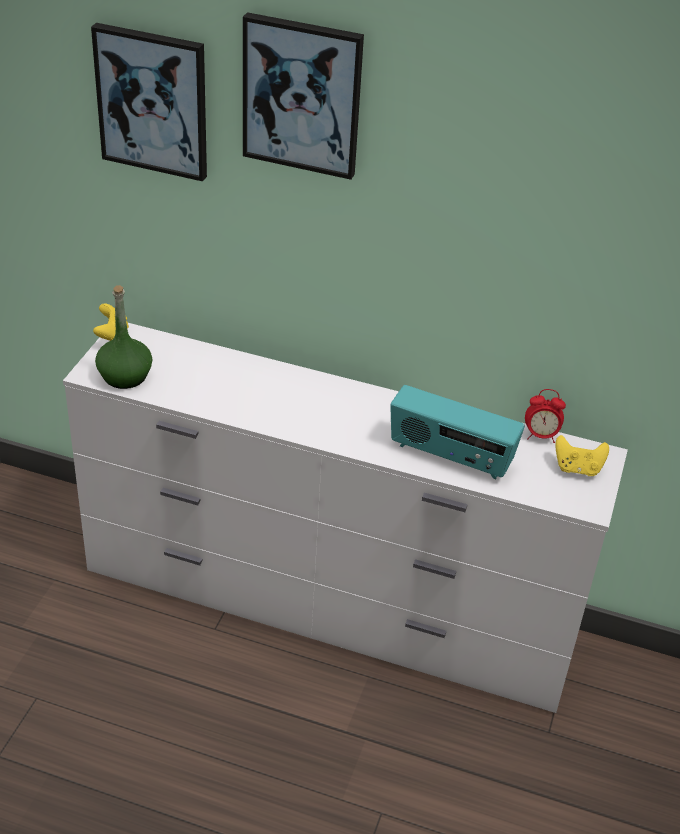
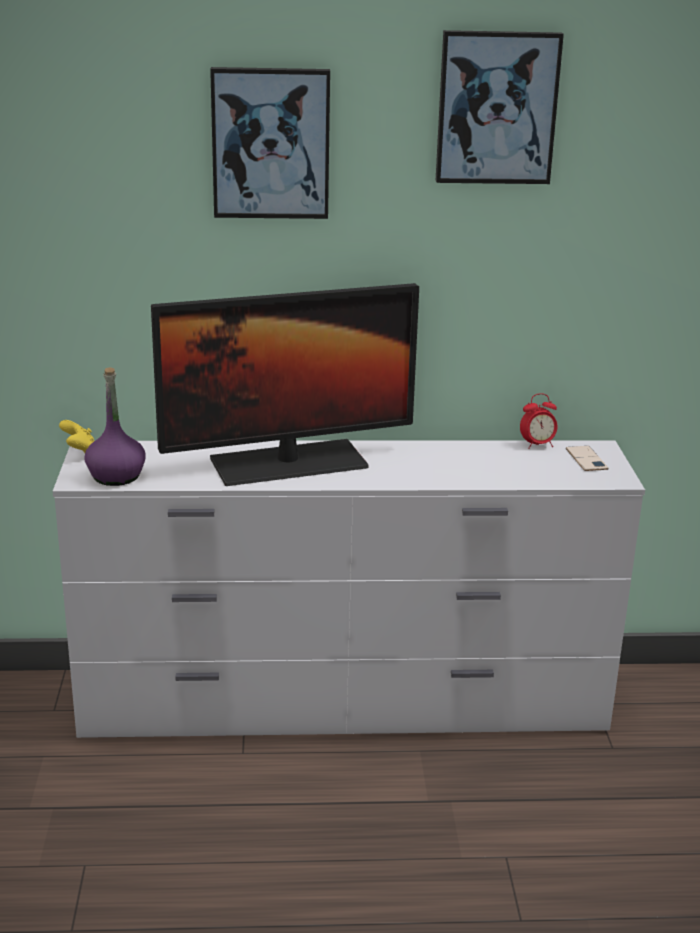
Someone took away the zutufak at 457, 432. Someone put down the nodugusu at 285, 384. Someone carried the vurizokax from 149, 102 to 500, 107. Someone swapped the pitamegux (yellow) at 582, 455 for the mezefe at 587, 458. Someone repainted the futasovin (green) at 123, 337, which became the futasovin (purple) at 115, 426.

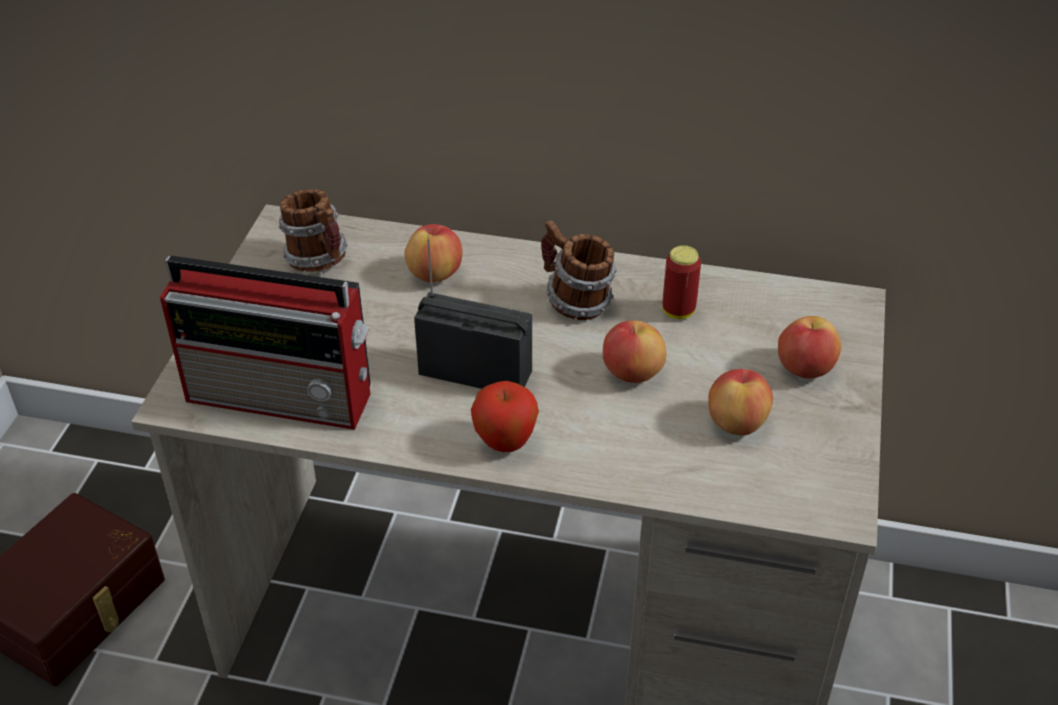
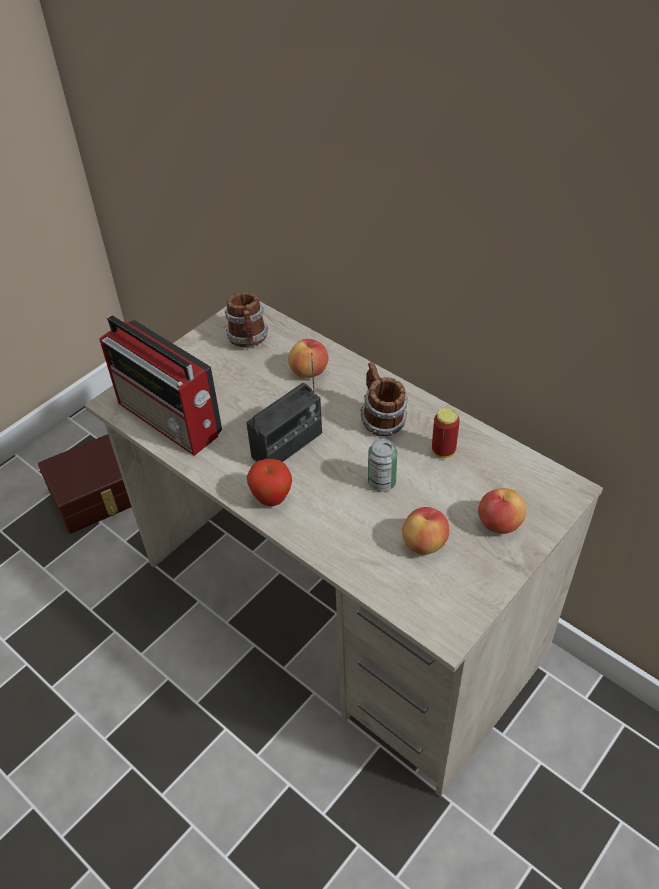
Someone swapped the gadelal at 634, 352 for the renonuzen at 382, 465. Someone rotated the zutufak at 473, 308 by 90 degrees clockwise.

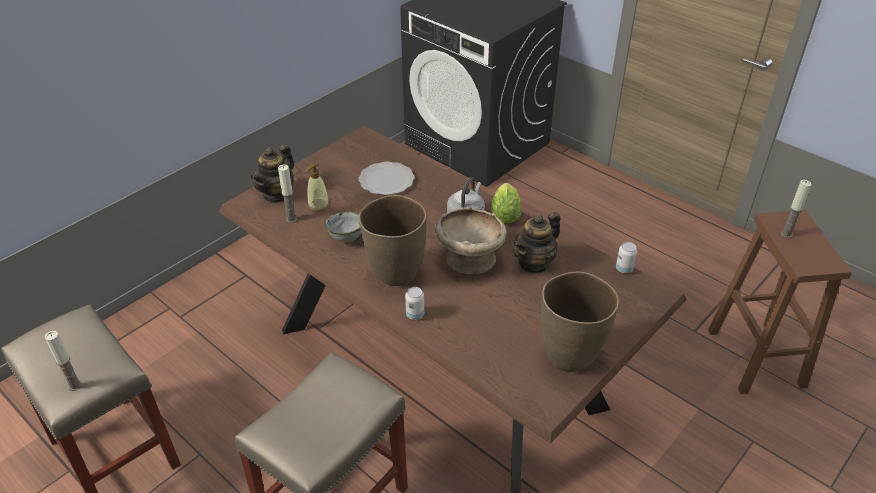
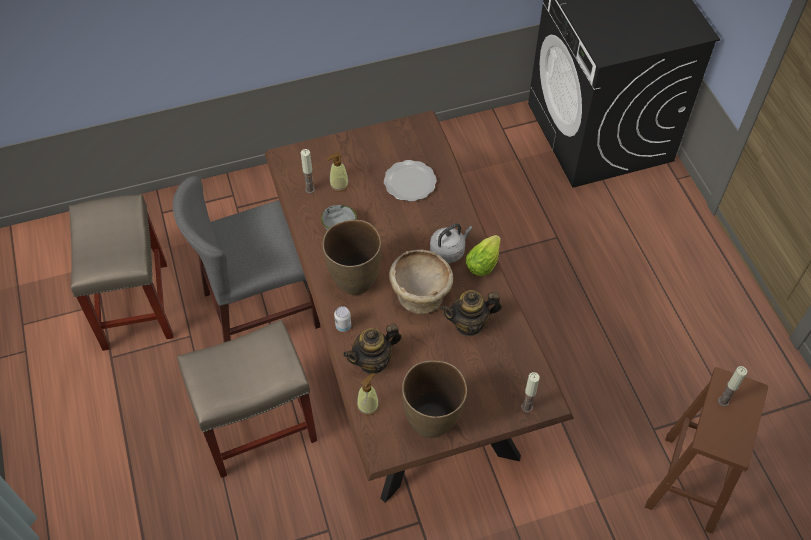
Someone took away the renonuzen at 626, 257. Someone put down the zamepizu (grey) at 246, 259. Someone put down the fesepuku at 368, 394. Someone carried the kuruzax from 63, 361 to 530, 392. Someone carried the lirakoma from 272, 173 to 372, 349.

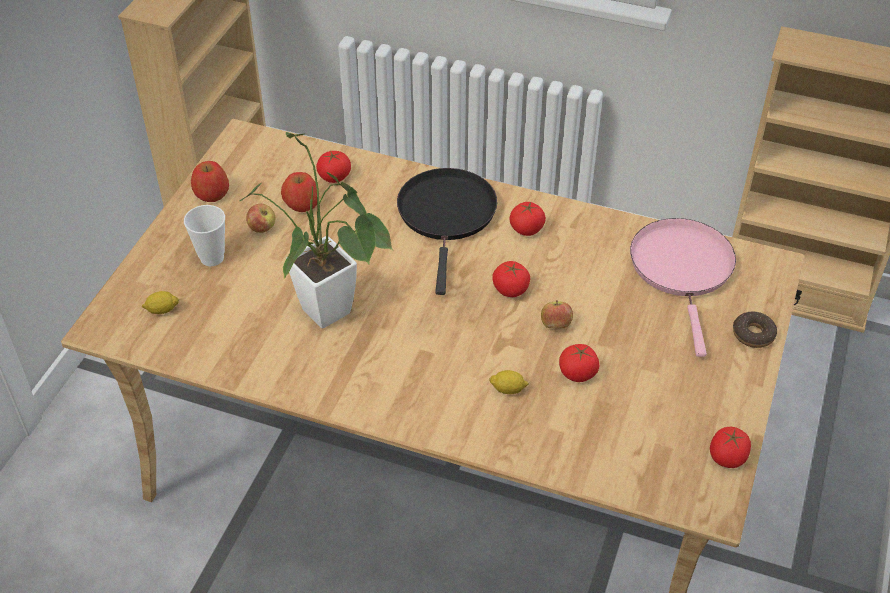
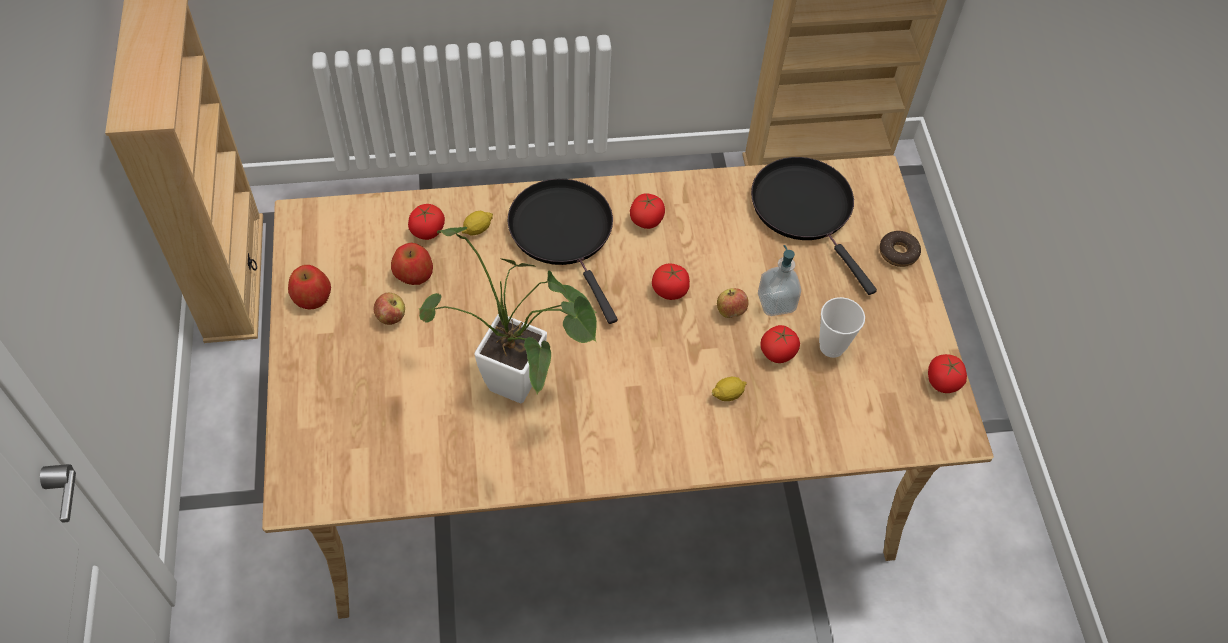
Someone put down the fesepuku at 779, 280. Someone carried the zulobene from 160, 302 to 477, 223. Someone carried the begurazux from 204, 235 to 842, 327. Someone repainted the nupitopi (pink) at 683, 287, which became the nupitopi (black) at 814, 226.

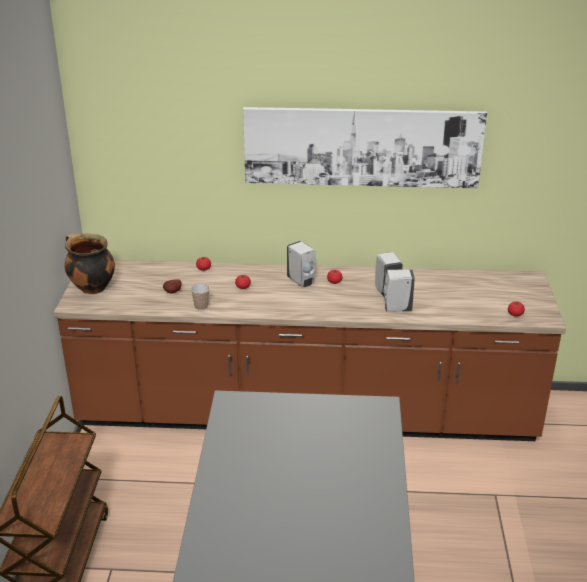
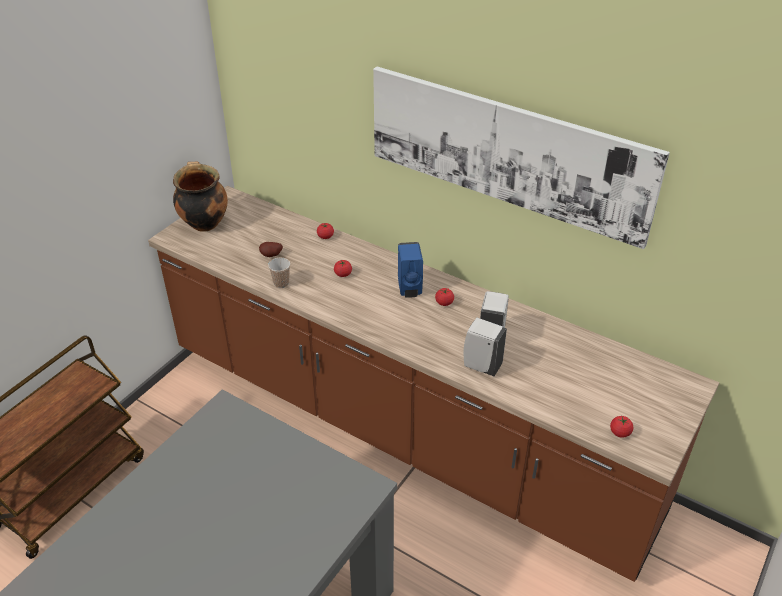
Someone repainted the fesepuku (white) at 301, 264, which became the fesepuku (blue) at 410, 270.

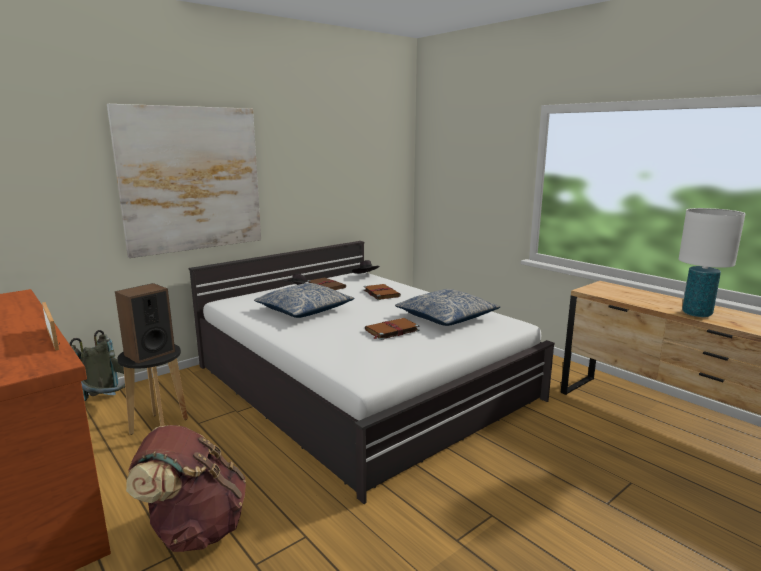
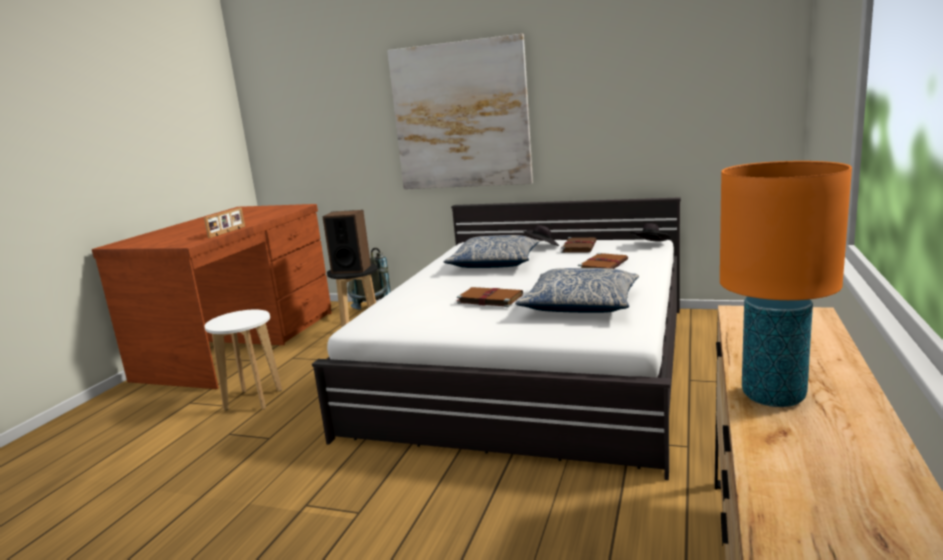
Someone swapped the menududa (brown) at 186, 488 for the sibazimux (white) at 243, 360. Someone repainted the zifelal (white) at 712, 262, which became the zifelal (orange) at 786, 284.

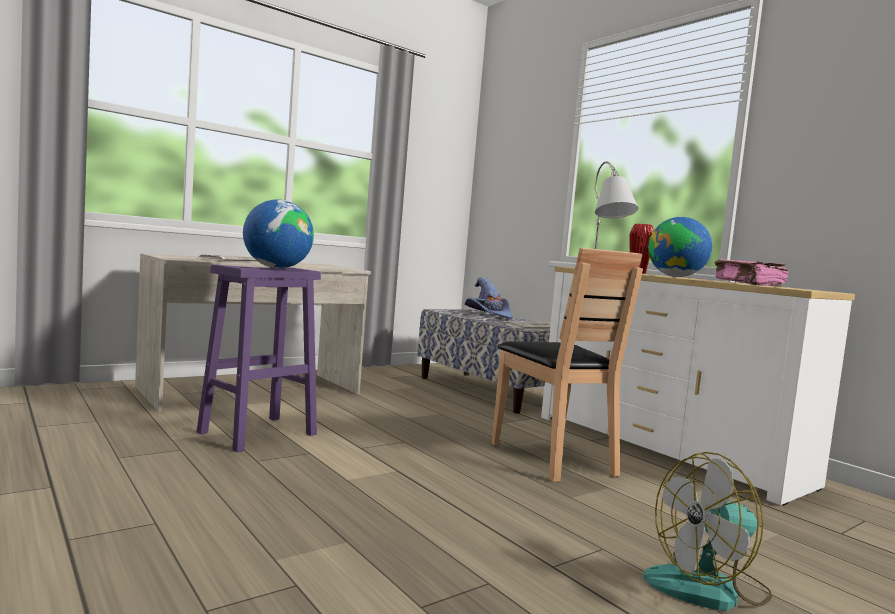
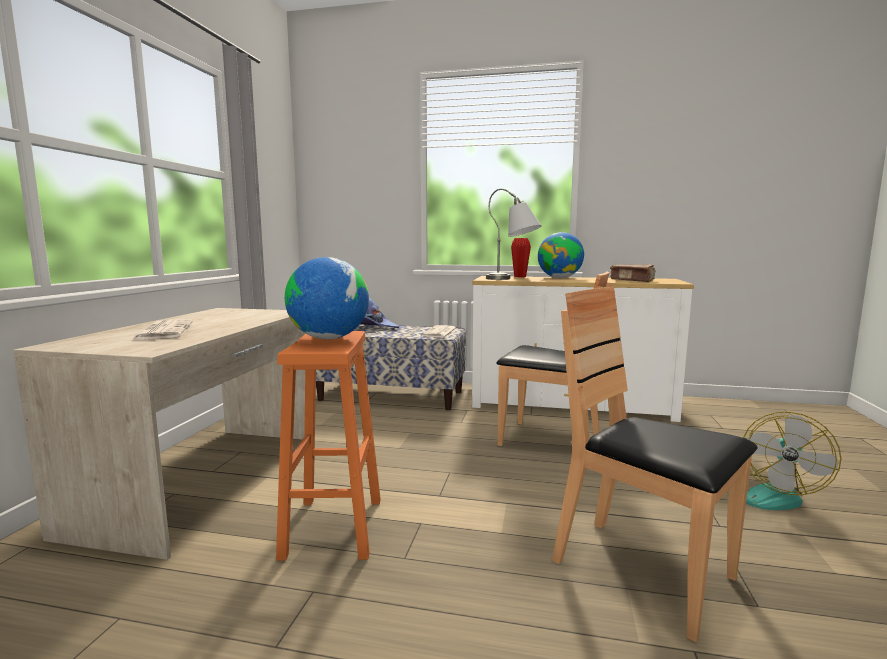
Someone put down the zamepizu (brown) at 654, 464. Someone repainted the sibazimux (purple) at 258, 358, which became the sibazimux (orange) at 328, 446. Someone repainted the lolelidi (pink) at 751, 273, which became the lolelidi (brown) at 633, 273.

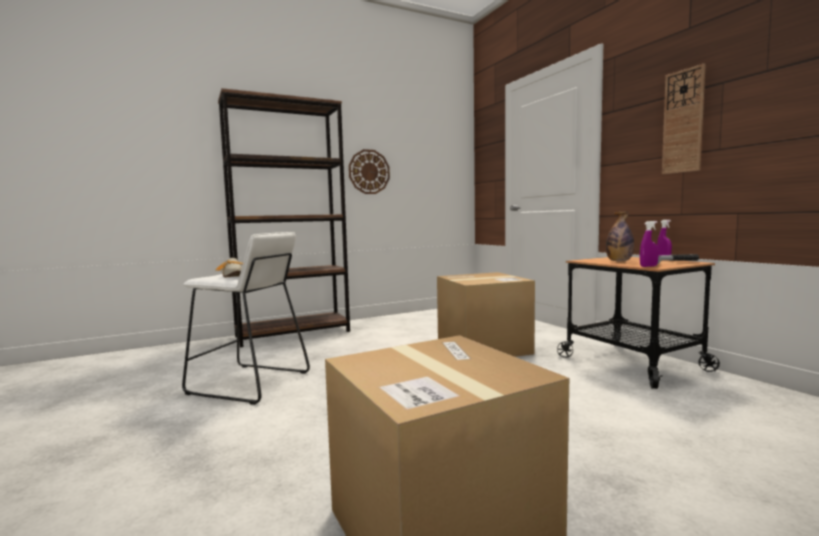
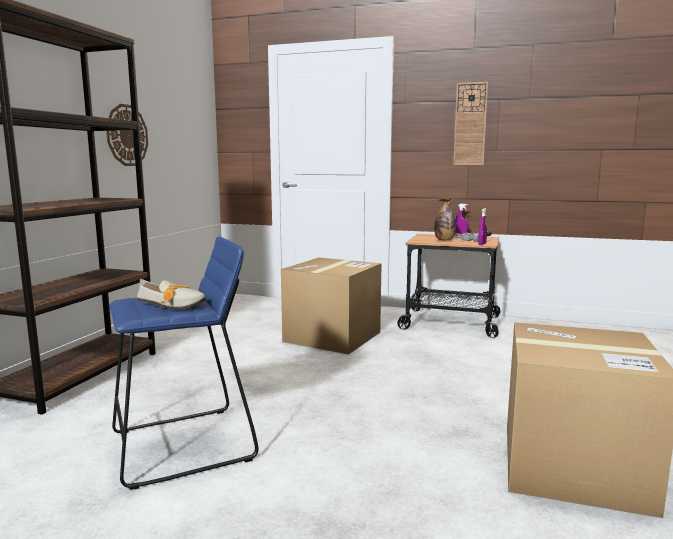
Someone repainted the sibazimux (white) at 246, 318, which became the sibazimux (blue) at 184, 363.

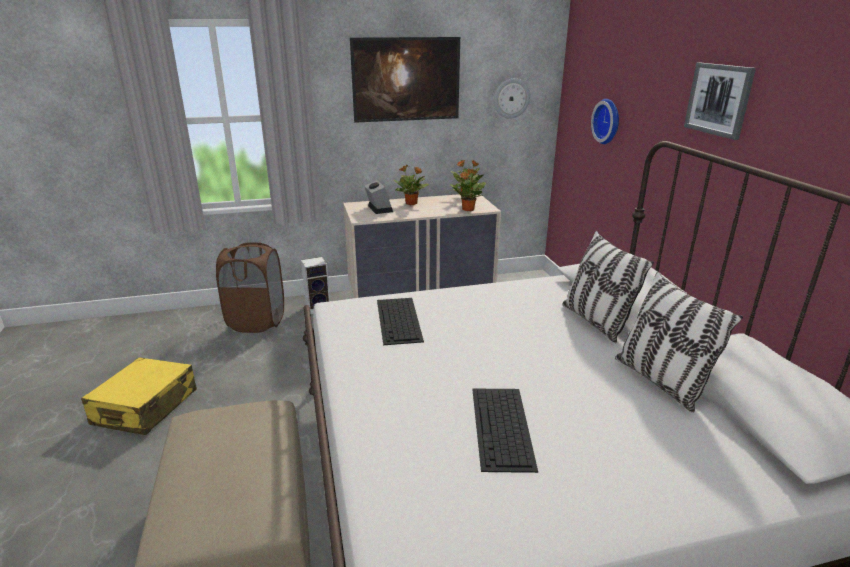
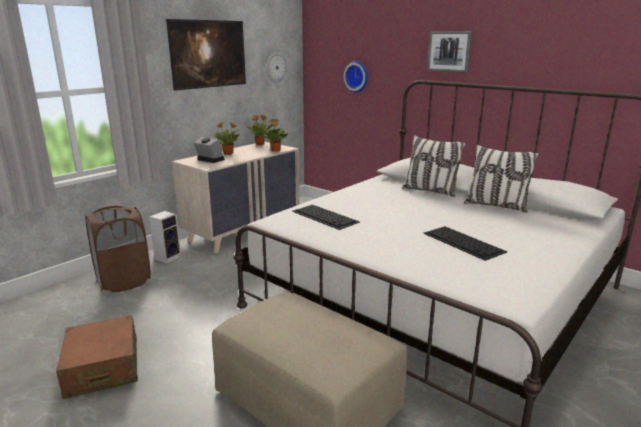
Someone repainted the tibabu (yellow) at 139, 396, which became the tibabu (brown) at 97, 357.

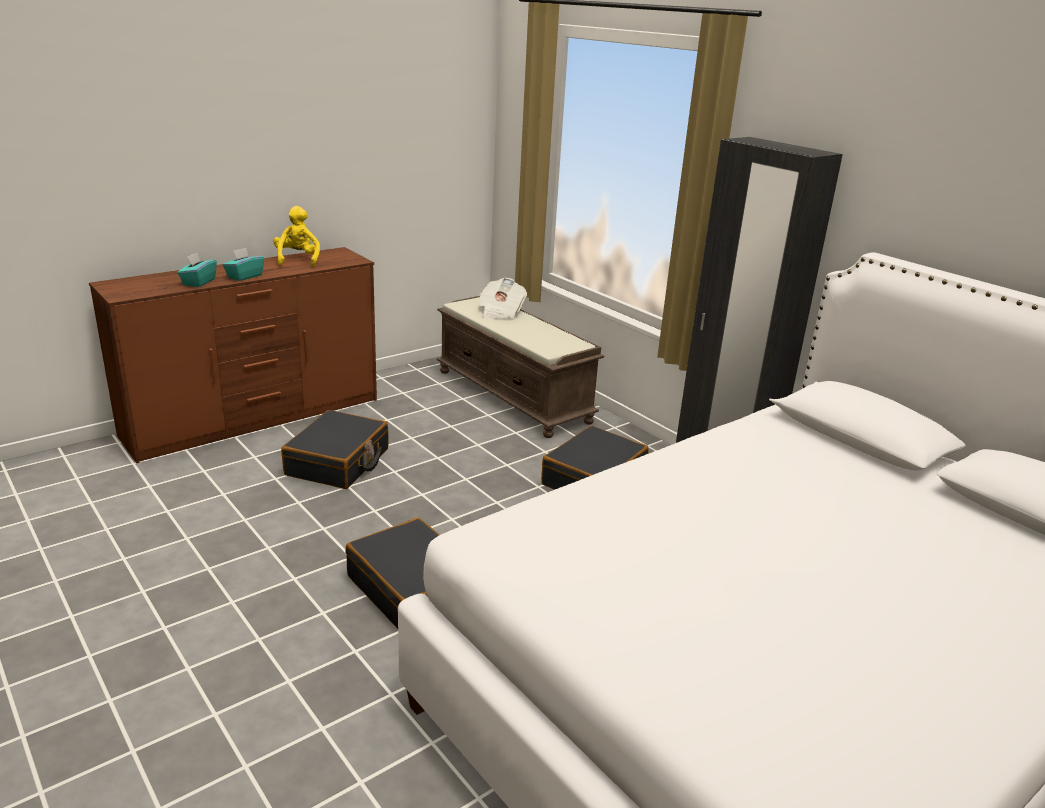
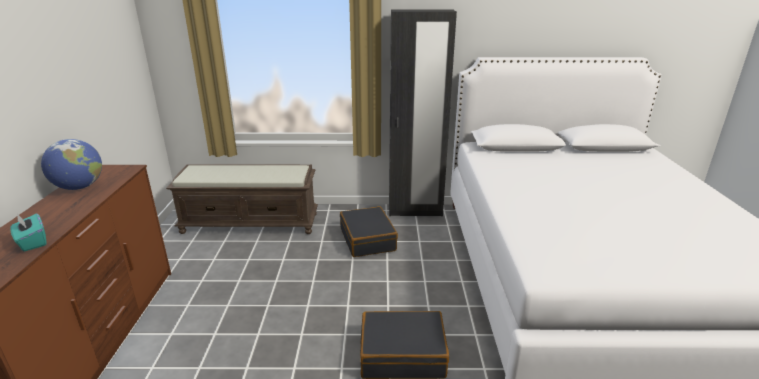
Someone took away the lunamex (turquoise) at 243, 264. Someone took away the tibabu (black) at 335, 449. Someone took away the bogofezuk at 503, 298. Someone swapped the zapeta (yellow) at 296, 236 for the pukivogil at 71, 164.

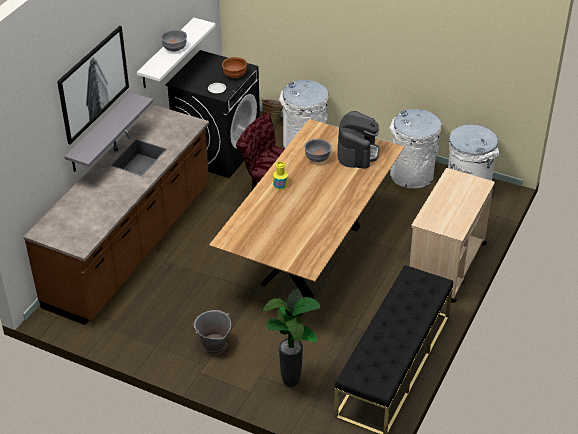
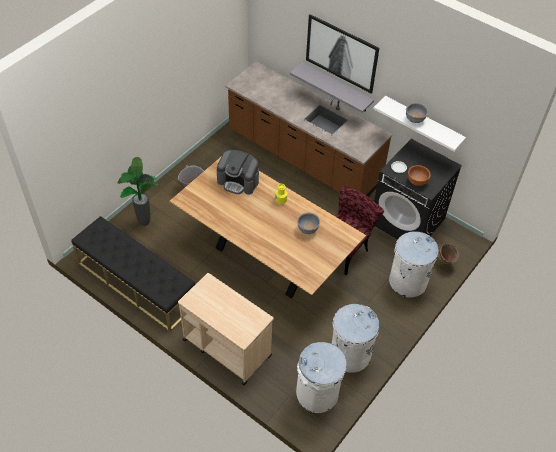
Someone carried the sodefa from 359, 140 to 238, 172.

